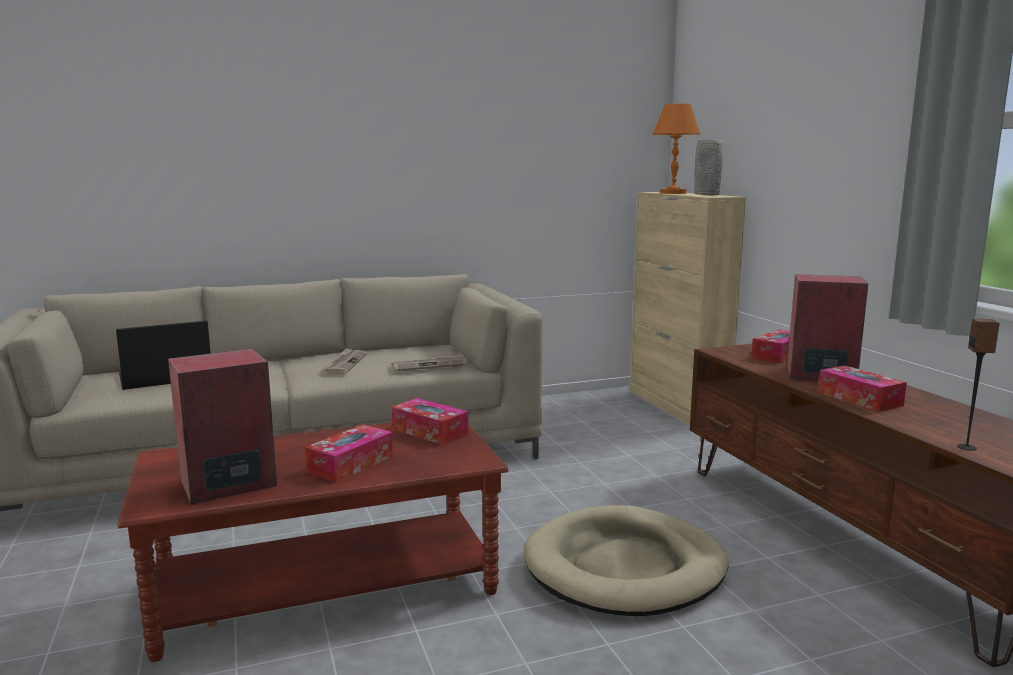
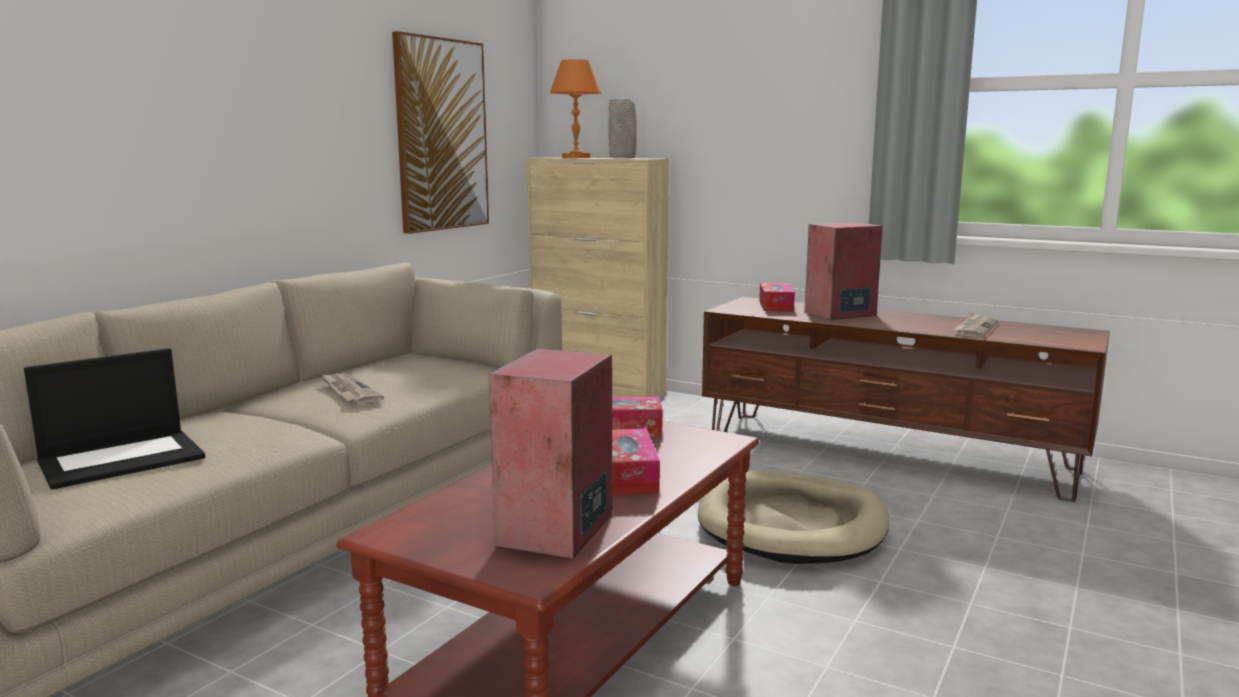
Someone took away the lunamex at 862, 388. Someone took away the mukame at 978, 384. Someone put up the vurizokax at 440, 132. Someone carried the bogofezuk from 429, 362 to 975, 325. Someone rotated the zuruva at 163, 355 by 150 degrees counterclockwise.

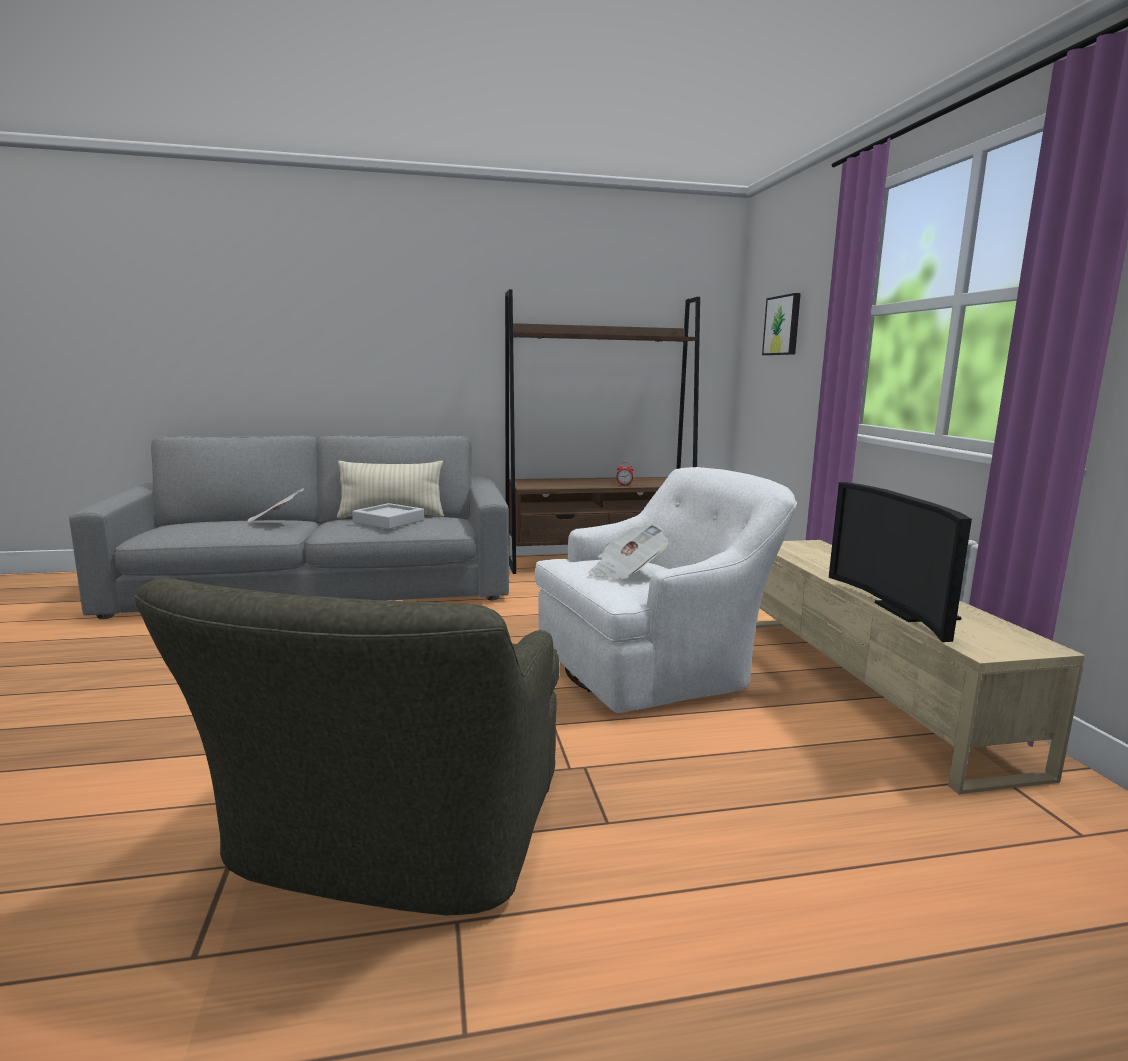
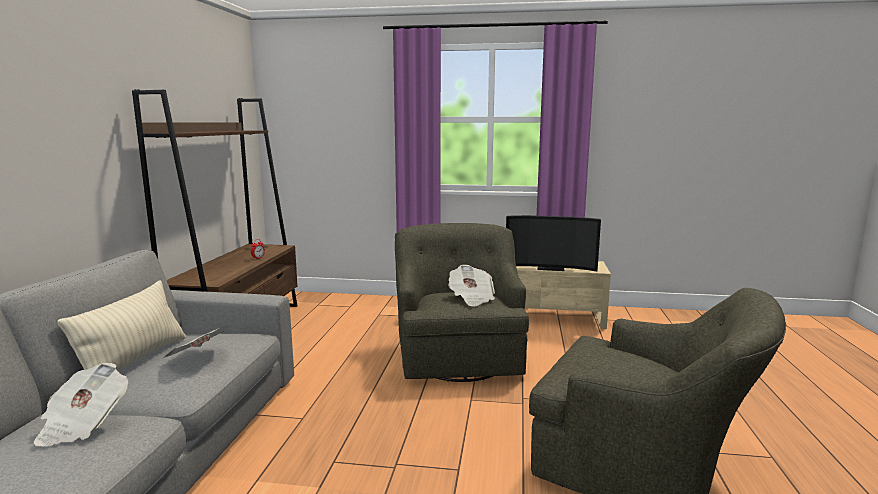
Someone took away the vurizokax at 781, 324. Someone swapped the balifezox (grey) at 388, 516 for the bogofezuk at 197, 341. Someone repainted the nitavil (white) at 666, 590, which became the nitavil (green) at 462, 302.

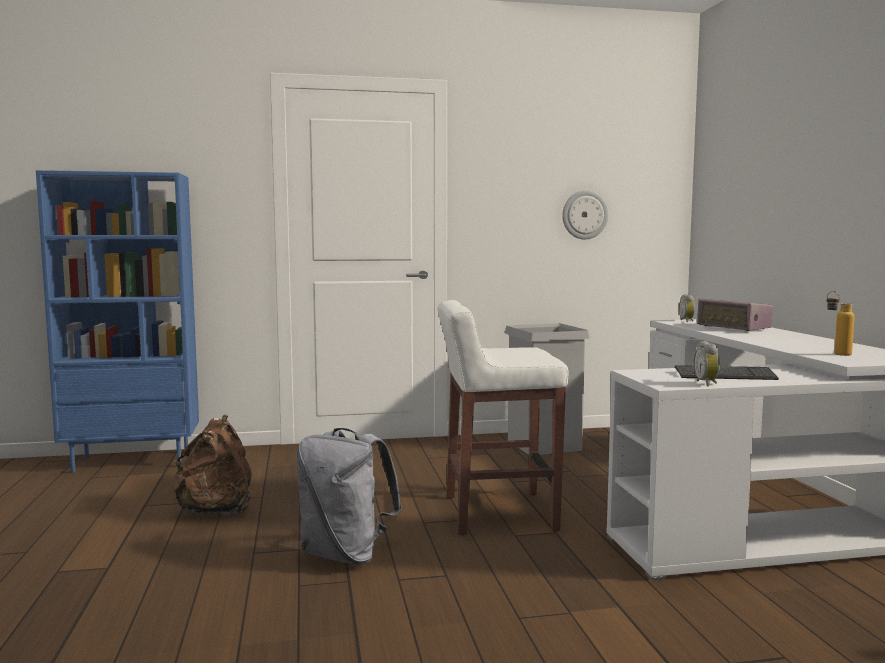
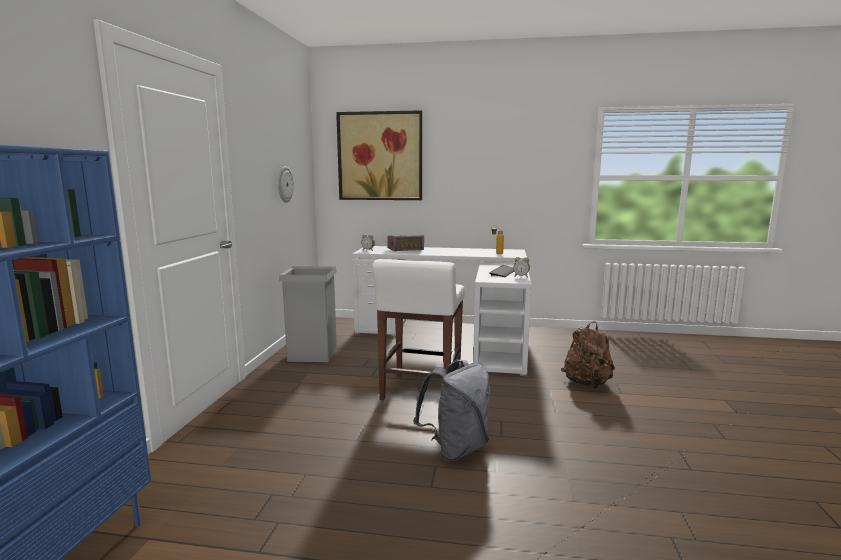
Someone put up the vurizokax at 379, 155. Someone carried the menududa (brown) from 212, 465 to 588, 354.

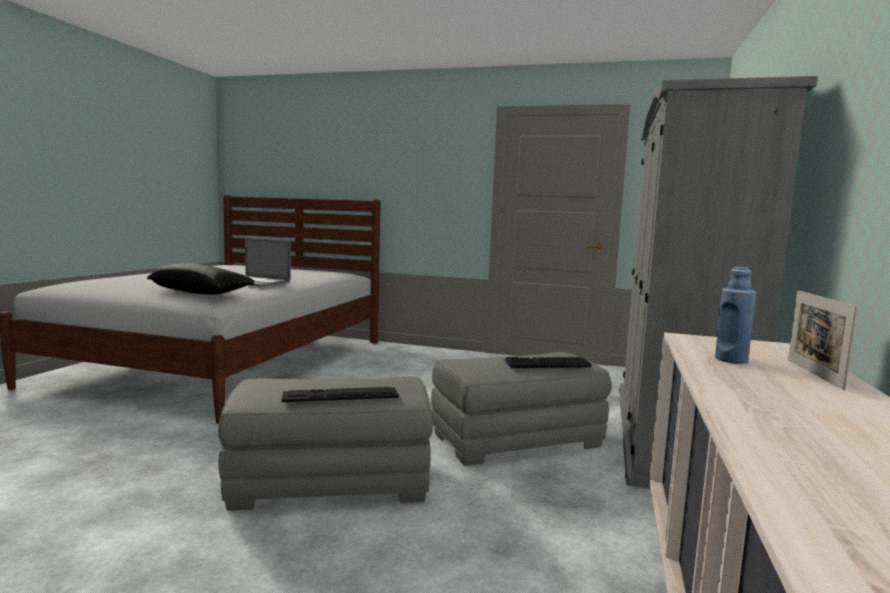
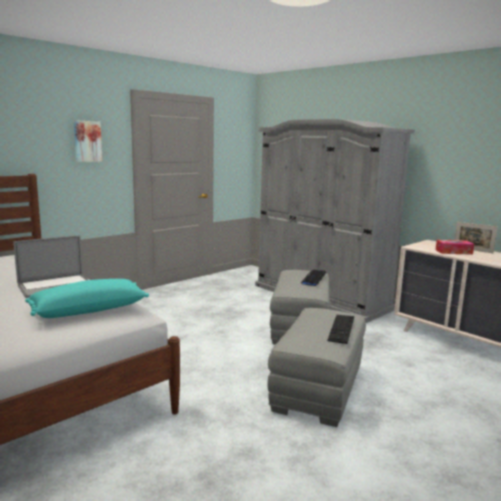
Someone put up the vurizokax at 87, 141. Someone swapped the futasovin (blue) at 735, 315 for the lunamex at 454, 247. Someone repainted the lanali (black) at 200, 279, which became the lanali (turquoise) at 87, 298.

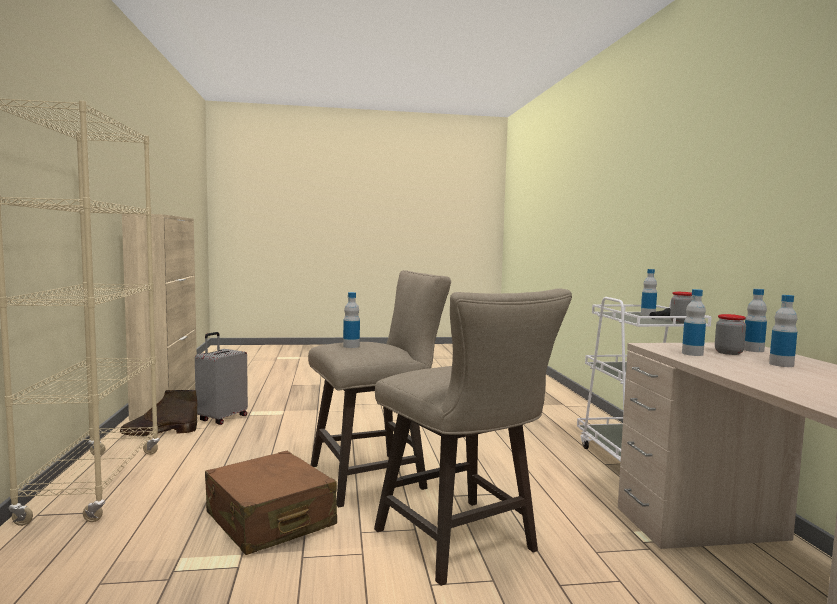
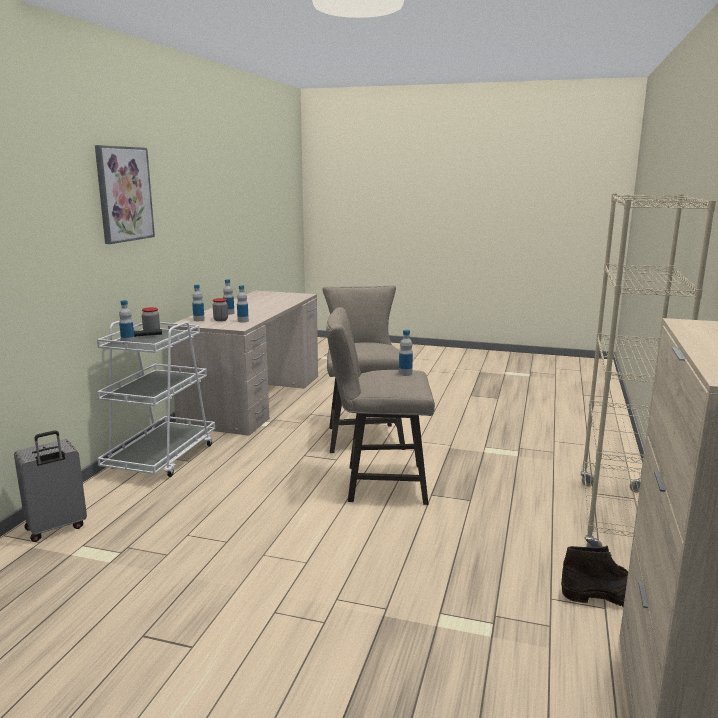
Someone took away the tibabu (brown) at 271, 503. Someone put up the vurizokax at 125, 194. Someone carried the tibabu (grey) from 221, 378 to 50, 486.

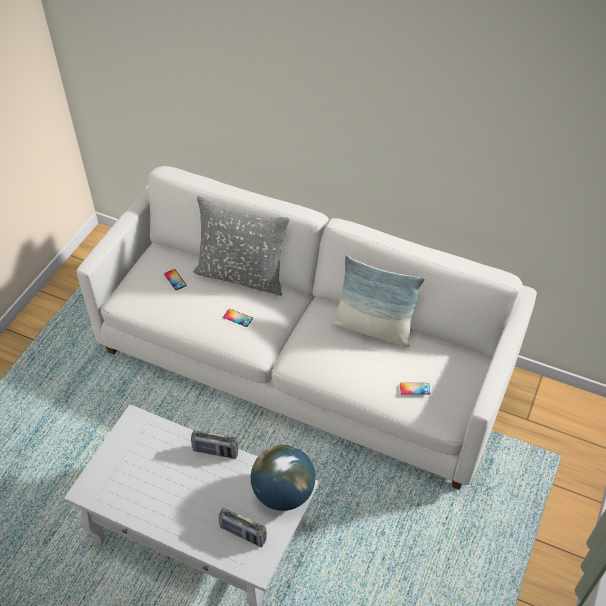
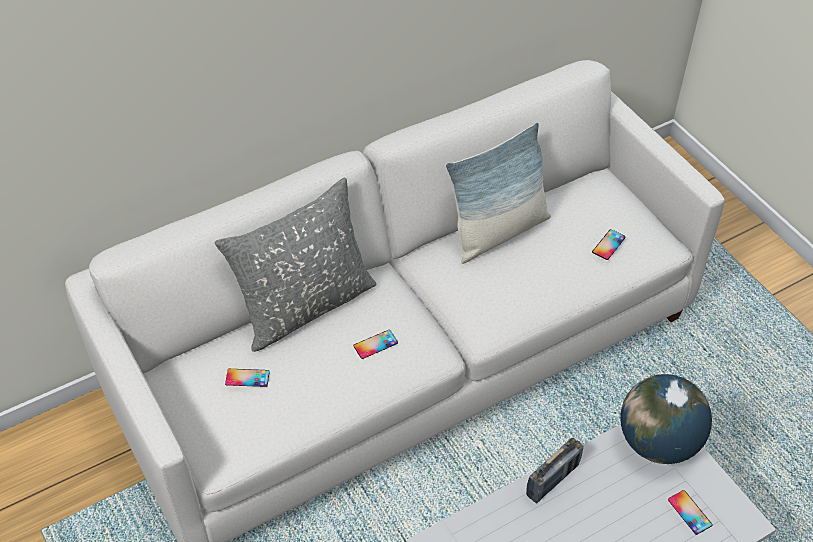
Someone swapped the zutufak at 242, 527 for the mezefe at 690, 512.

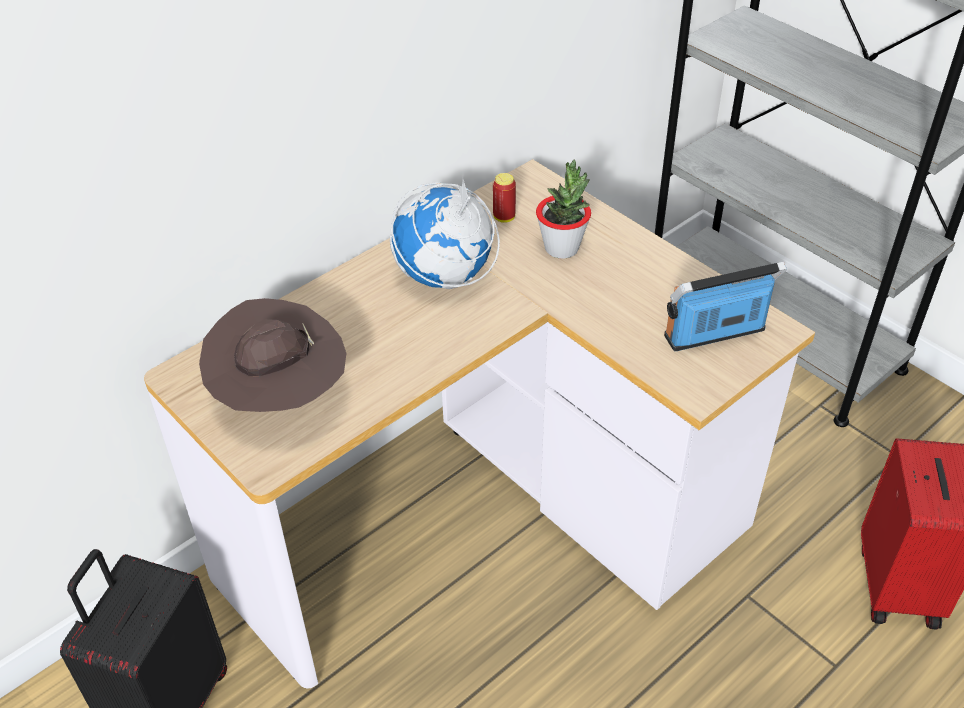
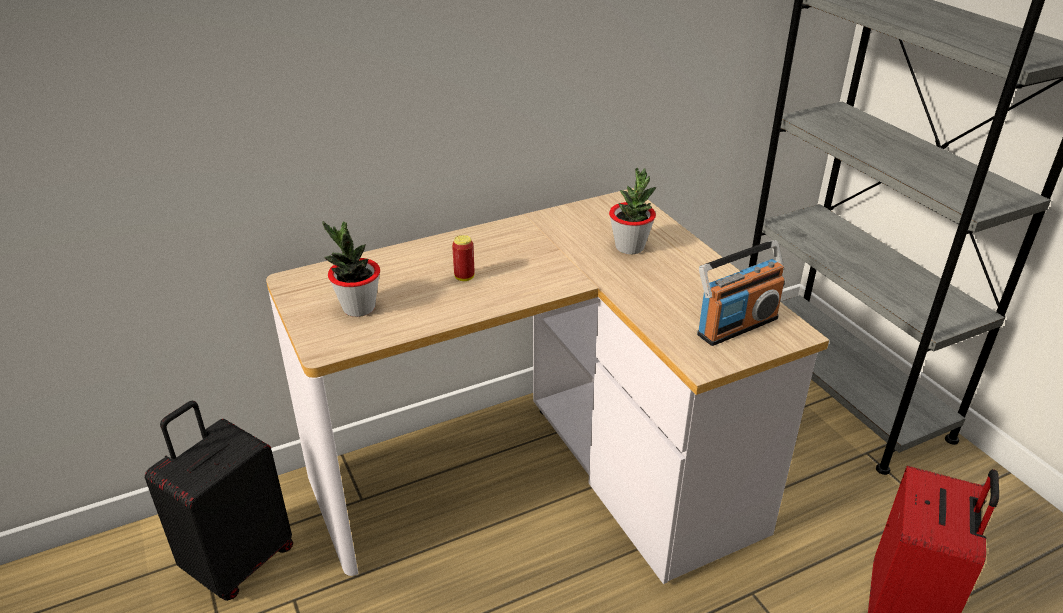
Someone took away the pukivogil at 445, 234. Someone carried the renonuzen from 504, 198 to 463, 258. Someone swapped the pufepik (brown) at 272, 355 for the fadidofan at 351, 269. Someone rotated the zutufak at 725, 306 by 150 degrees clockwise.

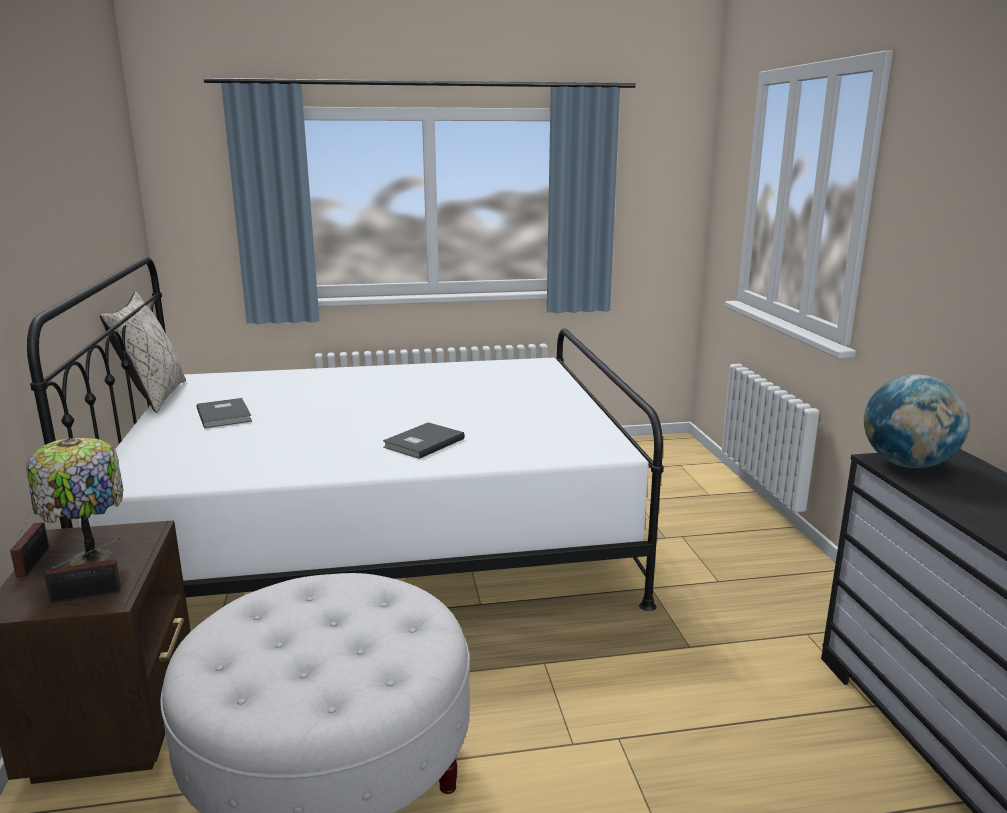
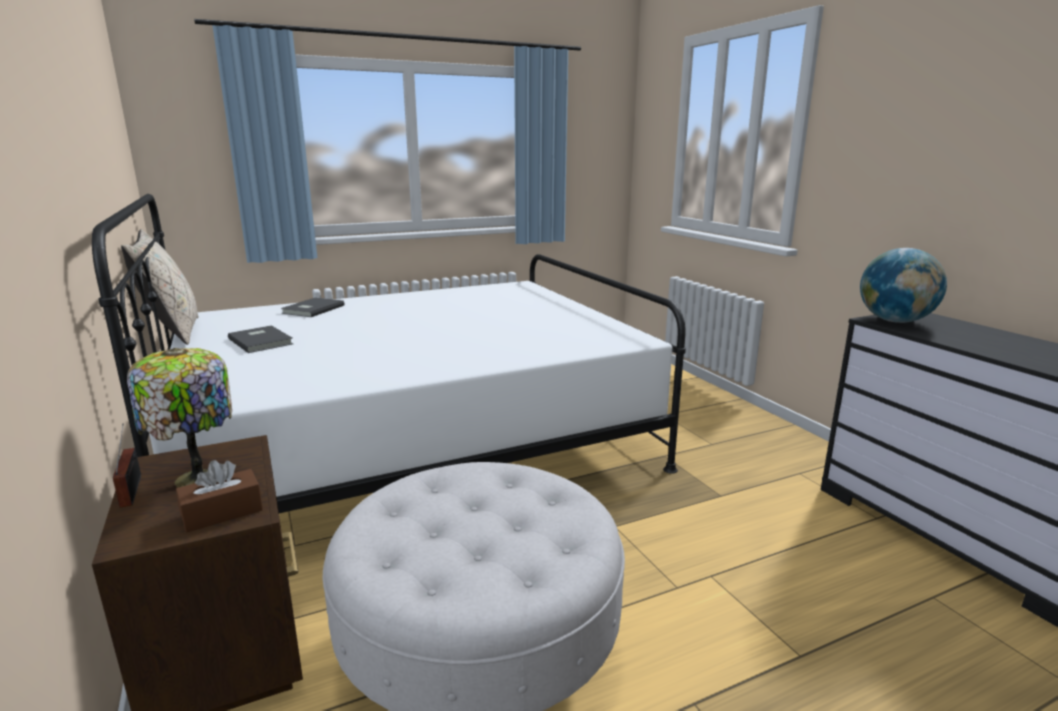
Someone carried the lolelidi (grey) from 424, 440 to 312, 307. Someone swapped the zutufak at 83, 570 for the lunamex (brown) at 219, 496.

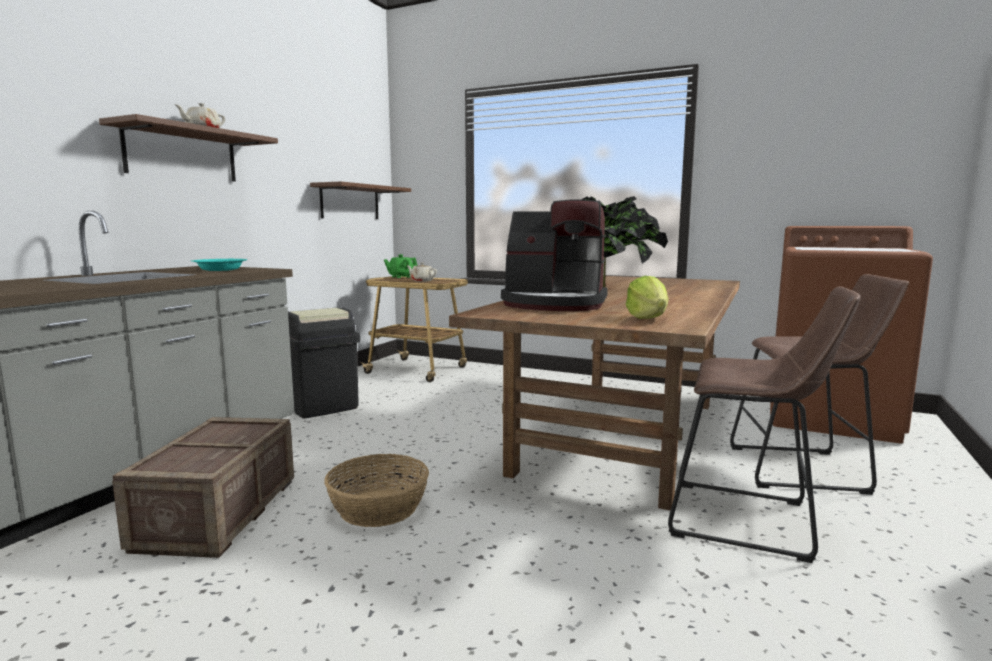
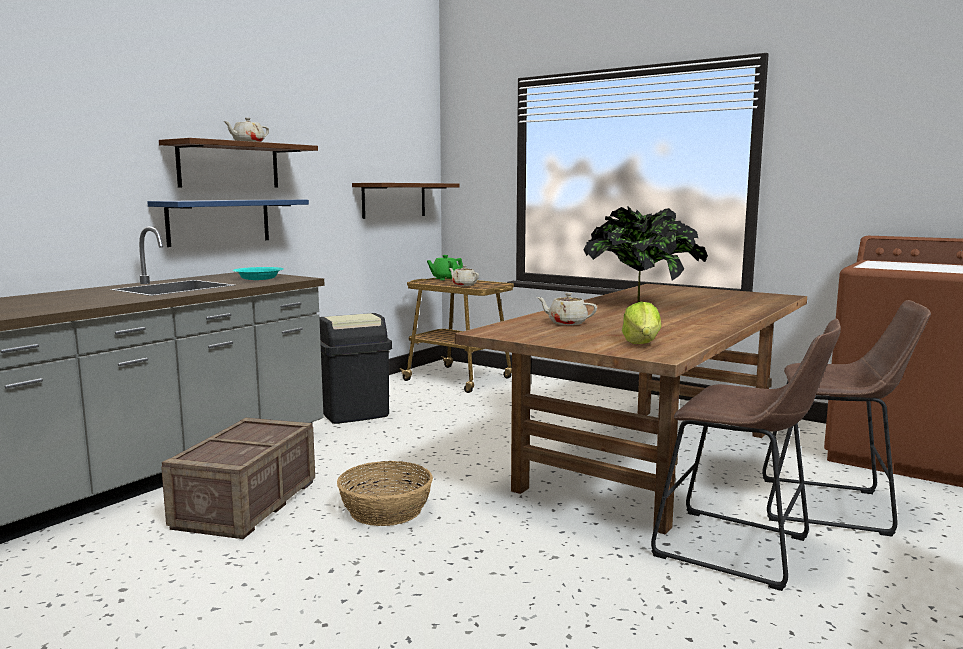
Someone put up the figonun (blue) at 228, 223. Someone swapped the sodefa at 554, 255 for the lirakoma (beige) at 567, 309.

